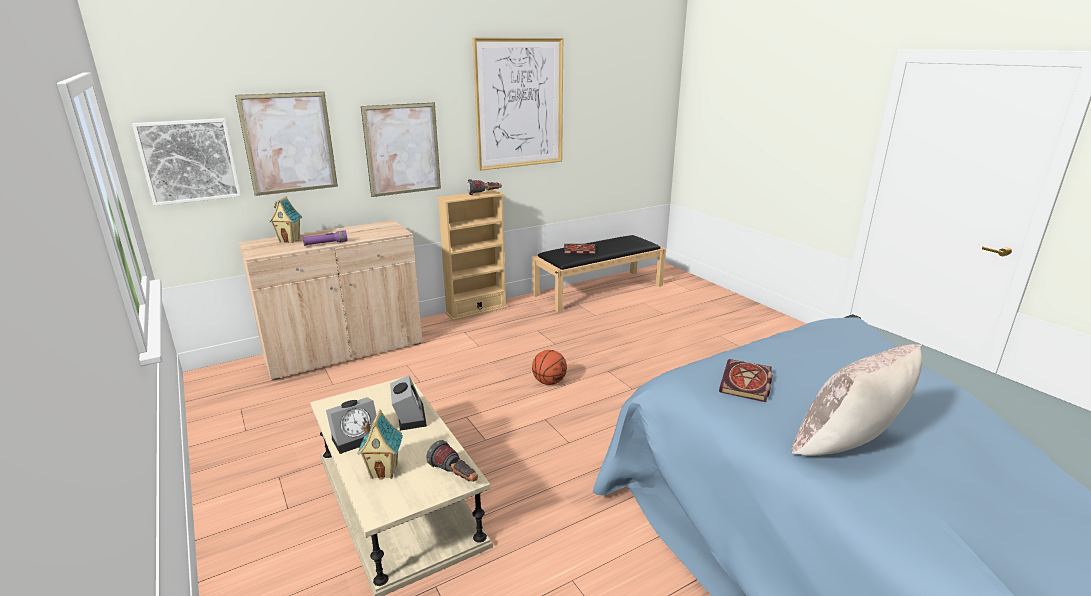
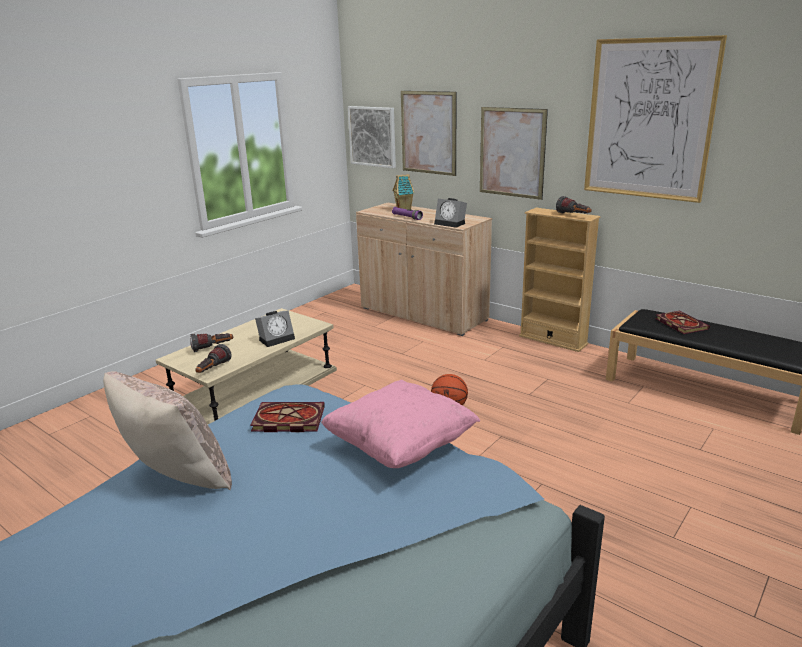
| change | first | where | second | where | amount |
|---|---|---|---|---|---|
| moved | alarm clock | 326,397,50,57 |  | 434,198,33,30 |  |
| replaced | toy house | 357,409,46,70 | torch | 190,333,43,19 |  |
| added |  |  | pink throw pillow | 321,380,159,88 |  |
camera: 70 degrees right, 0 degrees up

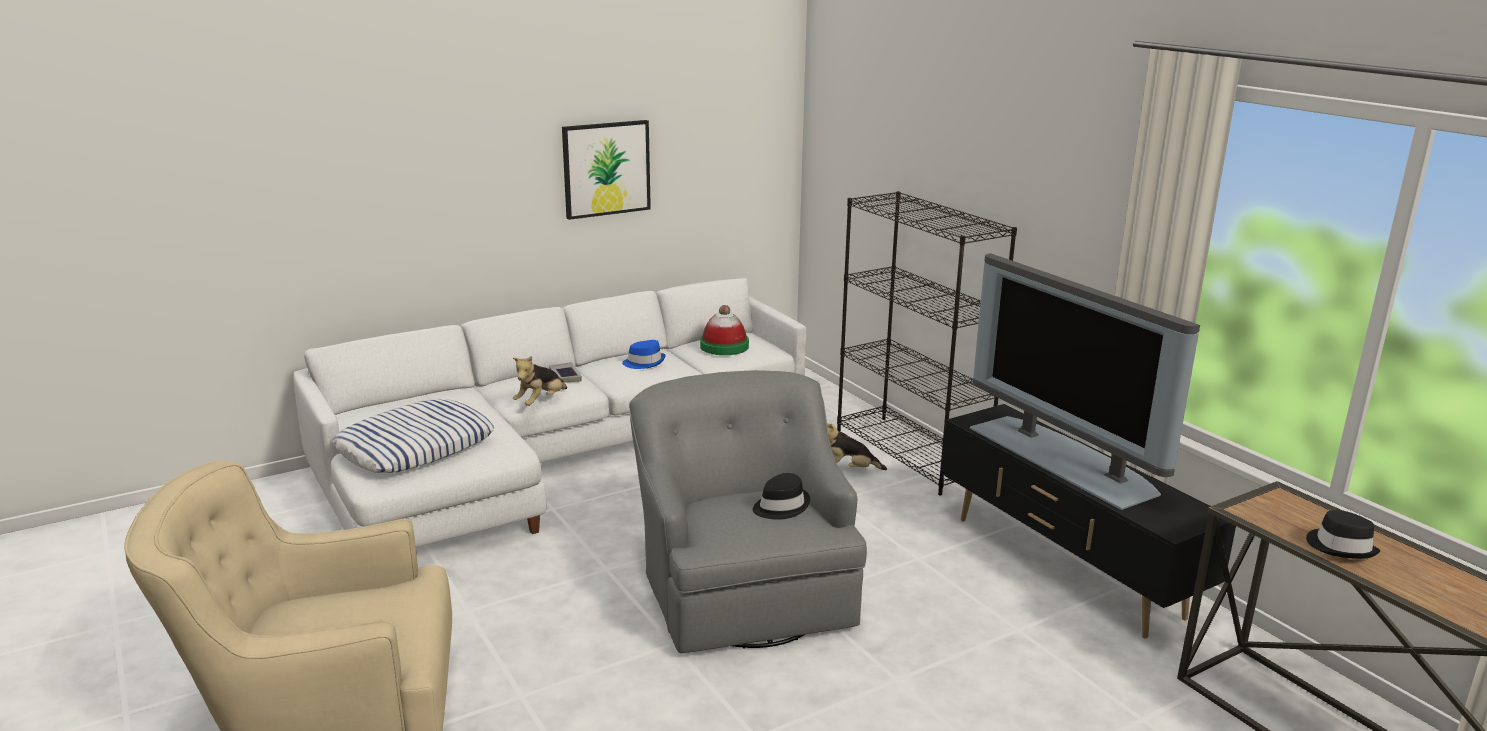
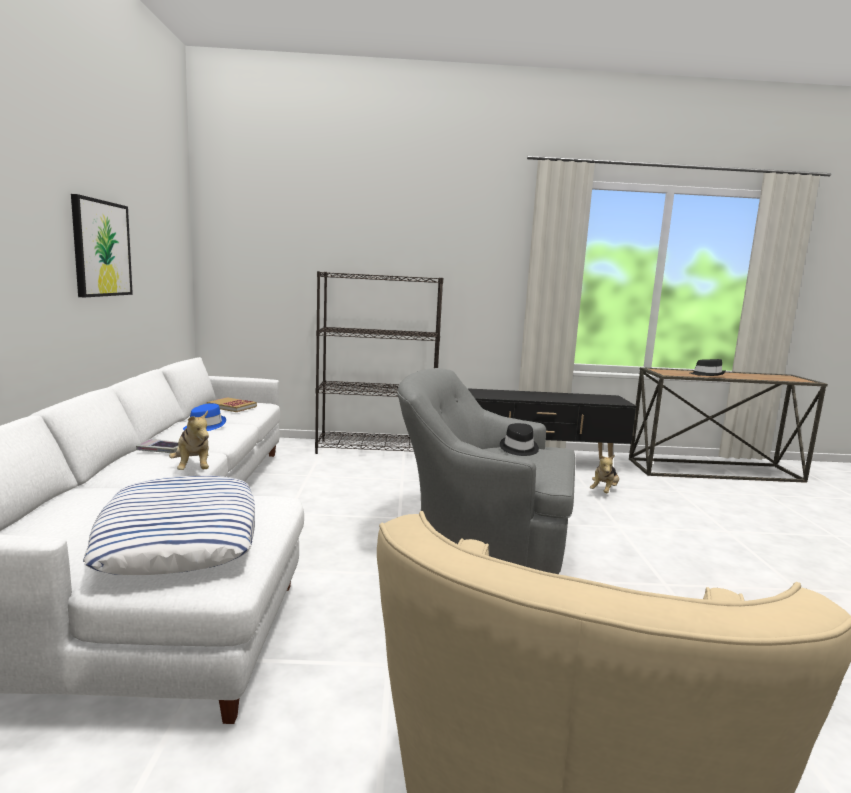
| change | first | where | second | where | amount |
|---|---|---|---|---|---|
| removed | TV set | 970,253,230,257 |  |  |  |
| replaced | wearable hat | 700,305,49,50 | book | 207,397,50,15 |  |
| moved | cuddly toy | 827,423,60,47 |  | 590,455,29,38 |  |
camera: 60 degrees left, 10 degrees down

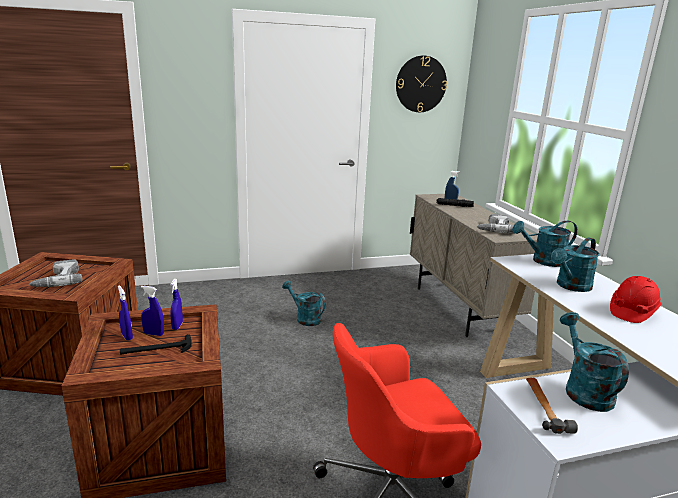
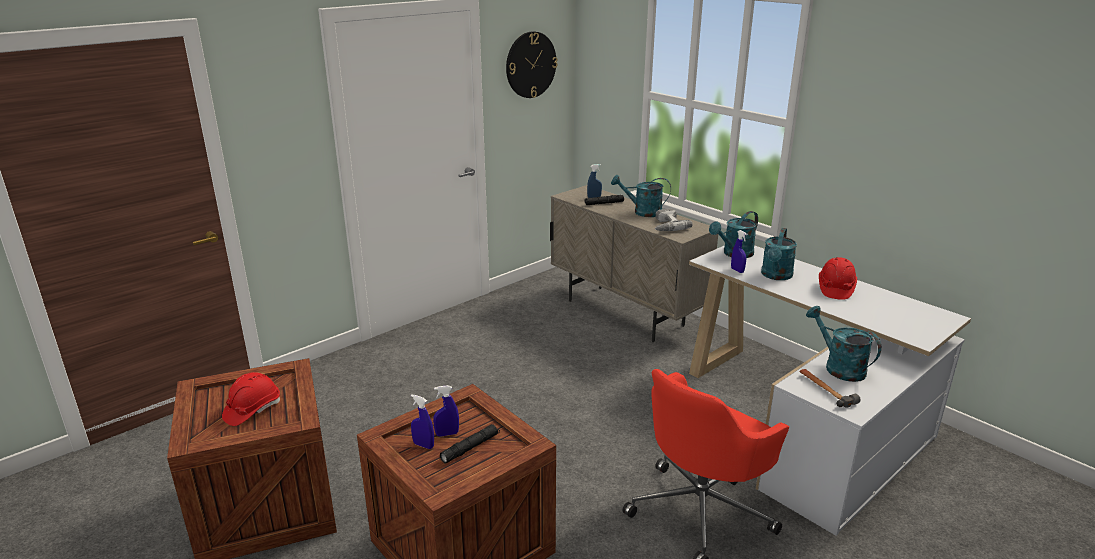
| change | first | where | second | where | amount |
|---|---|---|---|---|---|
| replaced | power drill | 29,259,53,28 | red hard hat | 222,372,58,54 |  |
| moved | bluish spray bottle | 170,279,13,51 |  | 731,230,17,43 |  |
| moved | turquoise-coloured watering pot | 282,281,44,45 |  | 611,175,60,42 |  |
| replaced | hammer | 120,334,72,20 | black torch | 440,424,60,39 |  |
camera: 25 degrees left, 5 degrees up

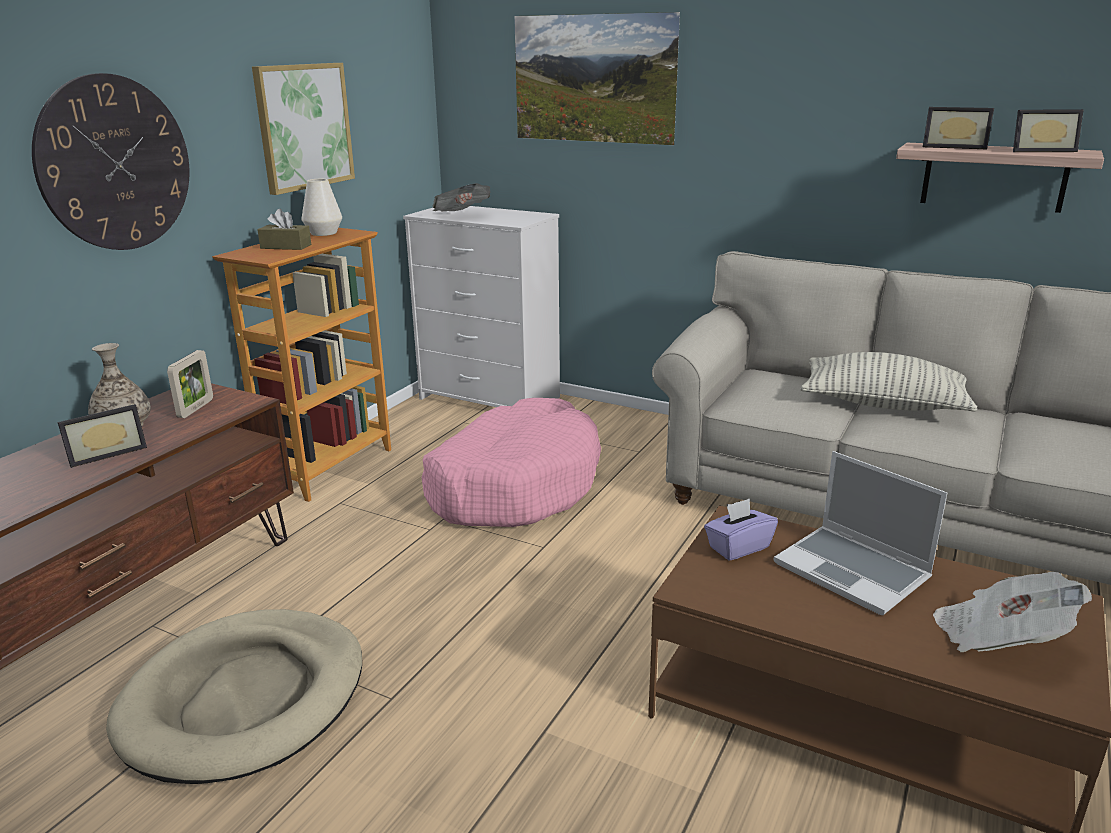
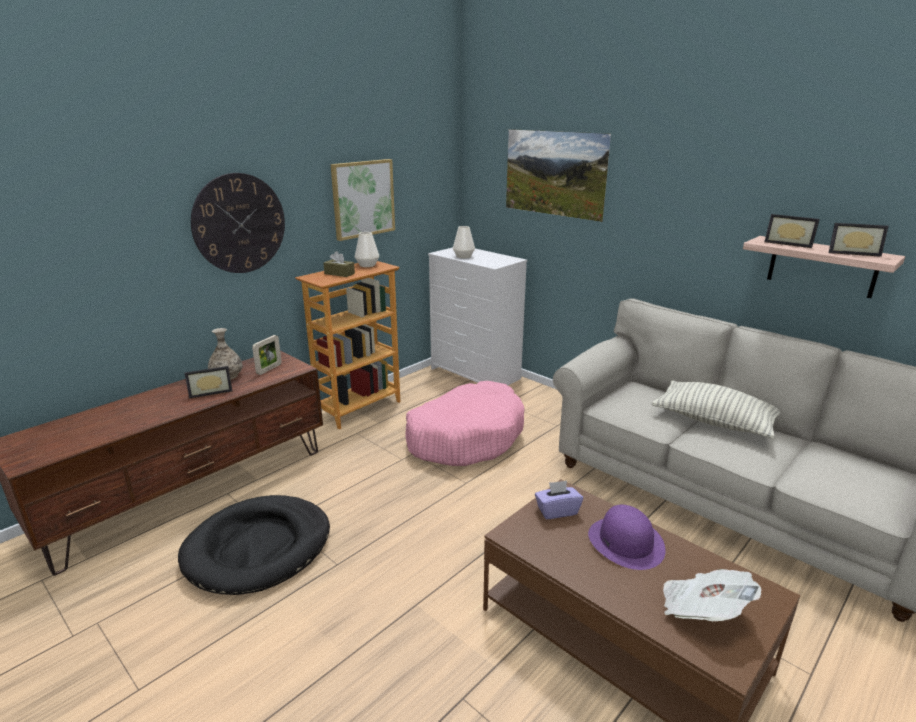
| change | first | where | second | where | amount |
|---|---|---|---|---|---|
| replaced | daily paper | 432,184,58,28 | white decorative vase | 453,226,22,32 |  |
| replaced | laptop | 774,451,173,164 | purple-coloured wearable hat | 588,505,78,65 |  |
| recoloured | beige pet bed | 106,609,256,175 | black pet bed | 178,495,152,100 |  |
camera: 15 degrees right, 0 degrees up

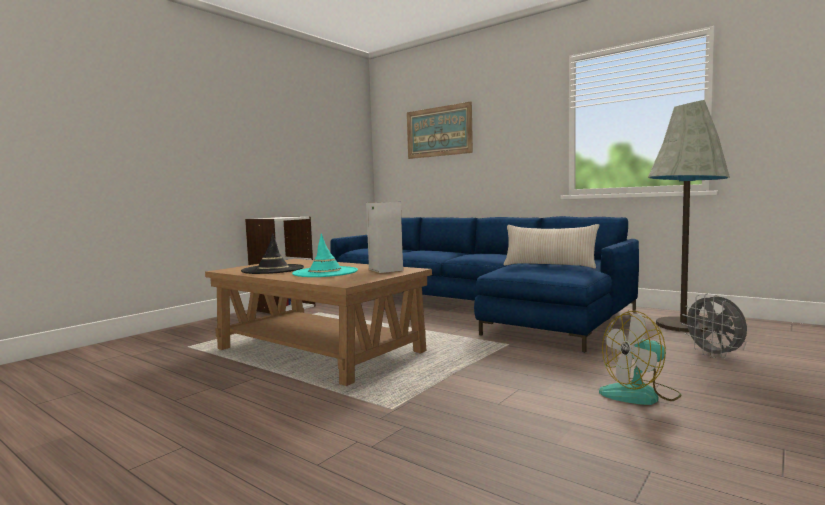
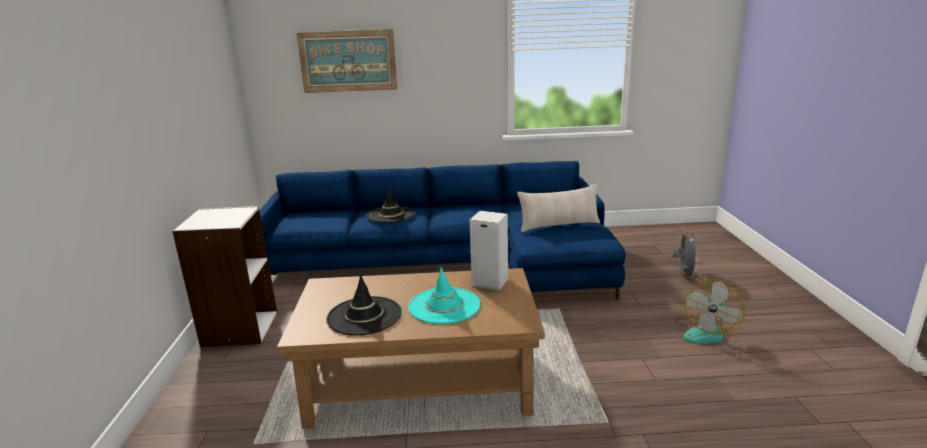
| change | first | where | second | where | amount |
|---|---|---|---|---|---|
| removed | gray standard lamp | 648,100,82,232 |  |  |  |
| turned | gray electric fan | 682,294,65,64 |  | 673,232,26,46 | 105 degrees counterclockwise |
| added |  |  | black wearable hat | 366,188,49,35 |  |
camera: 40 degrees left, 15 degrees up

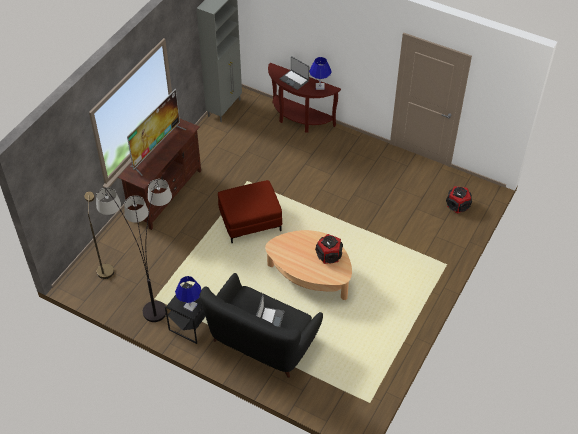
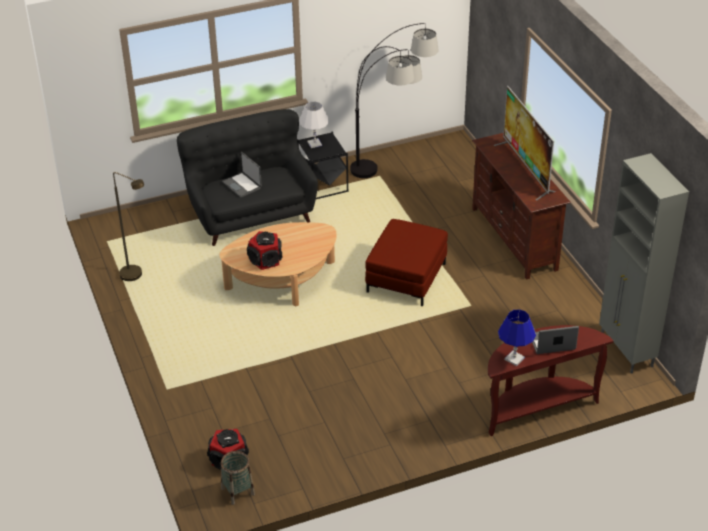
| change | first | where | second | where | amount |
|---|---|---|---|---|---|
| moved | brownish standard lamp | 84,192,30,87 |  | 113,172,31,109 |  |
| recoloured | bluish tabletop lamp | 175,276,26,36 | white tabletop lamp | 299,102,30,46 |  |
| added |  |  | storage basket | 221,451,34,54 |  |
camera: 130 degrees right, 10 degrees down

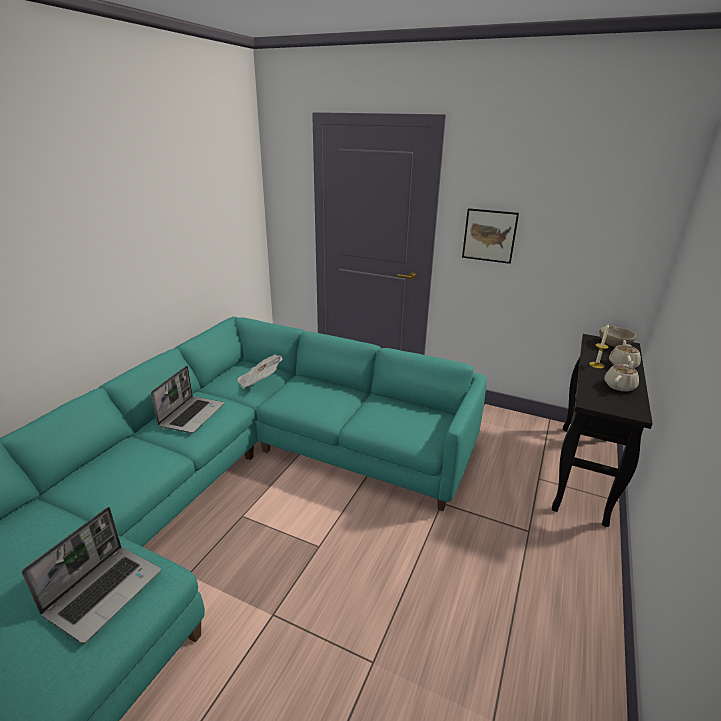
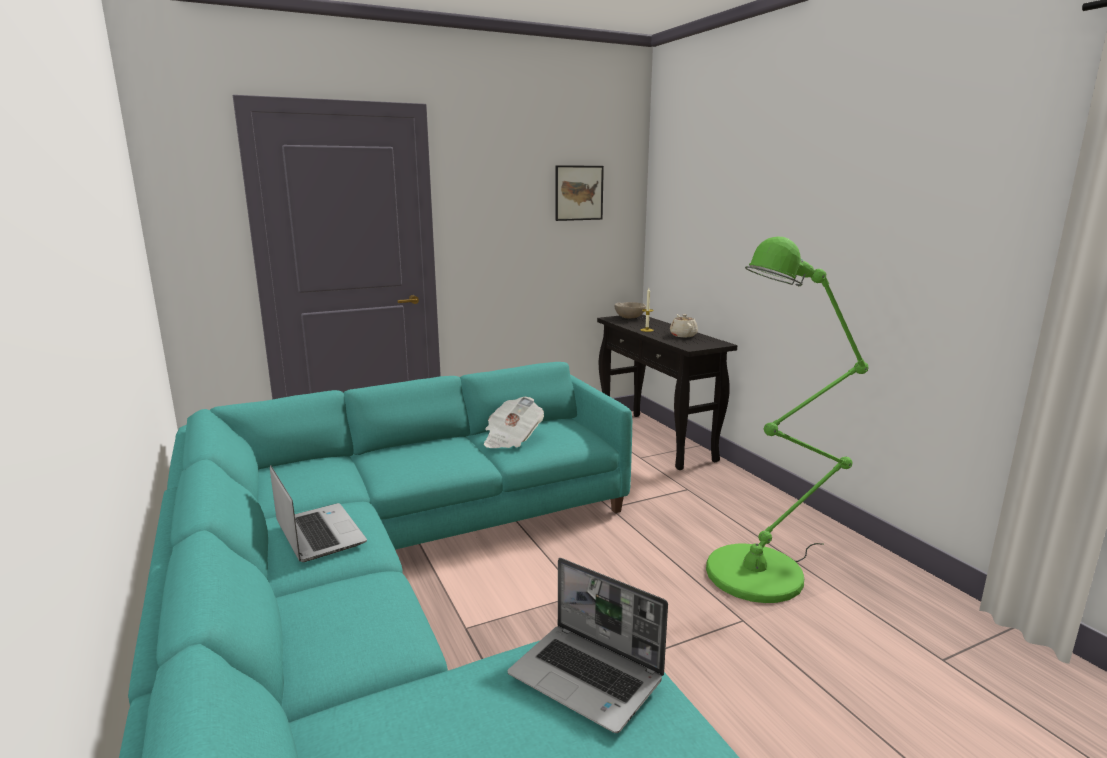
| change | first | where | second | where | amount |
|---|---|---|---|---|---|
| moved | wall picture | 462,208,57,56 |  | 555,165,49,56 |  |
| removed | beige teapot | 609,340,32,28 |  |  |  |
| moved | daily paper | 237,354,45,35 |  | 484,397,60,51 |  |
| turned | laptop | 22,507,139,136 |  | 507,558,161,175 | 150 degrees clockwise |
| added |  |  | greenish standard lamp | 706,237,163,366 |  |
camera: 50 degrees left, 10 degrees down

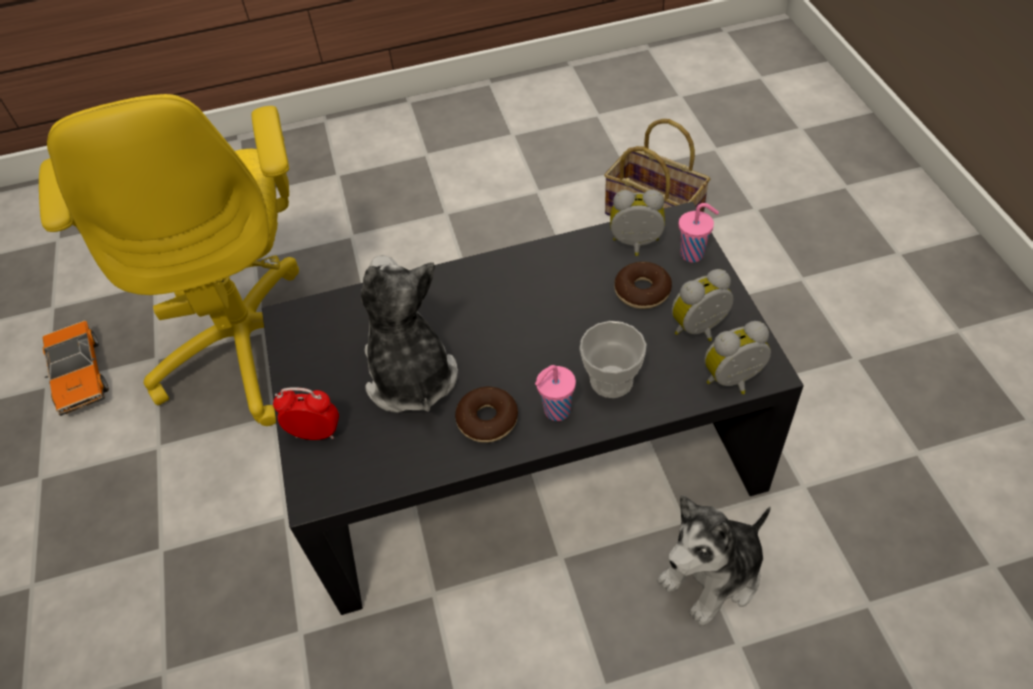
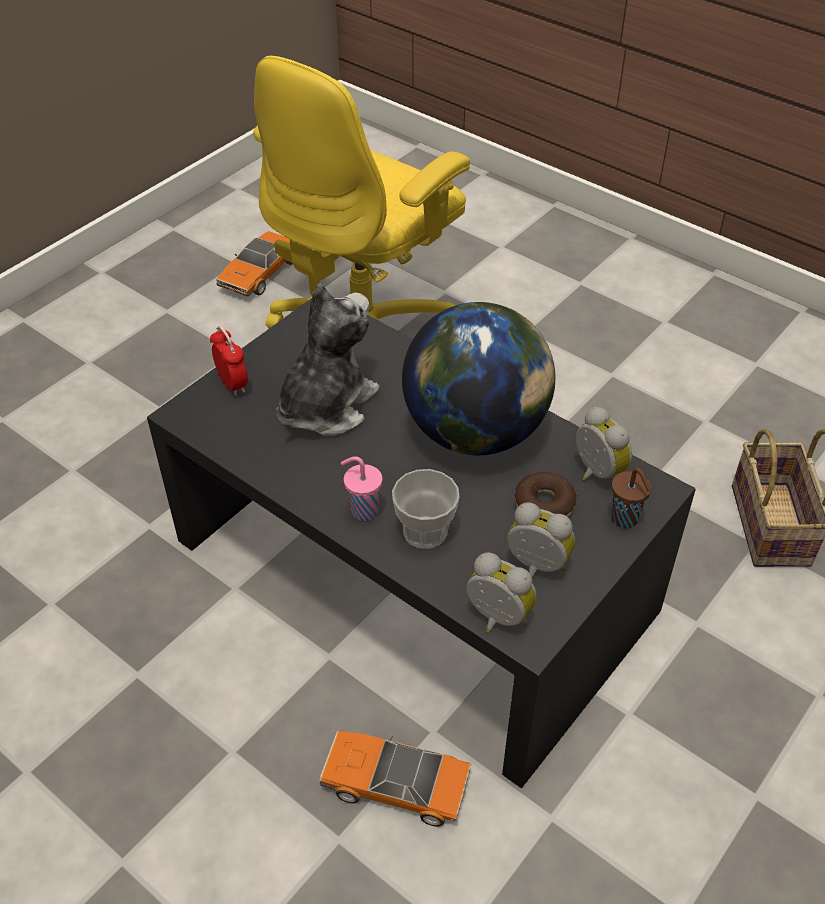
| change | first | where | second | where | amount |
|---|---|---|---|---|---|
| recoloured | pink cup | 679,203,40,59 | brownish cup | 611,468,40,60 |  |
| removed | doughnut | 455,387,63,56 |  |  |  |
| replaced | cuddly toy | 658,495,113,131 | toy car | 320,730,151,97 |  |
| added |  |  | globe | 402,302,153,153 |  |
camera: 50 degrees right, 5 degrees down

